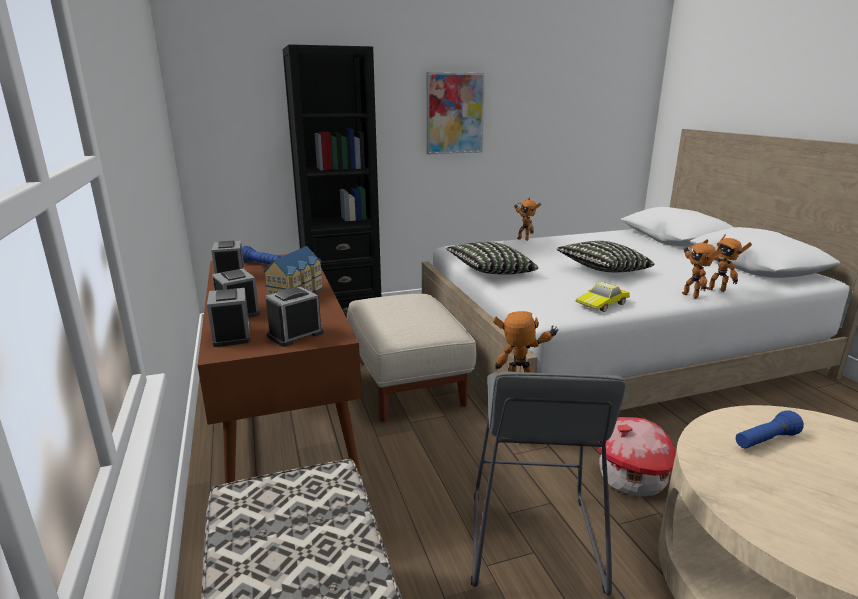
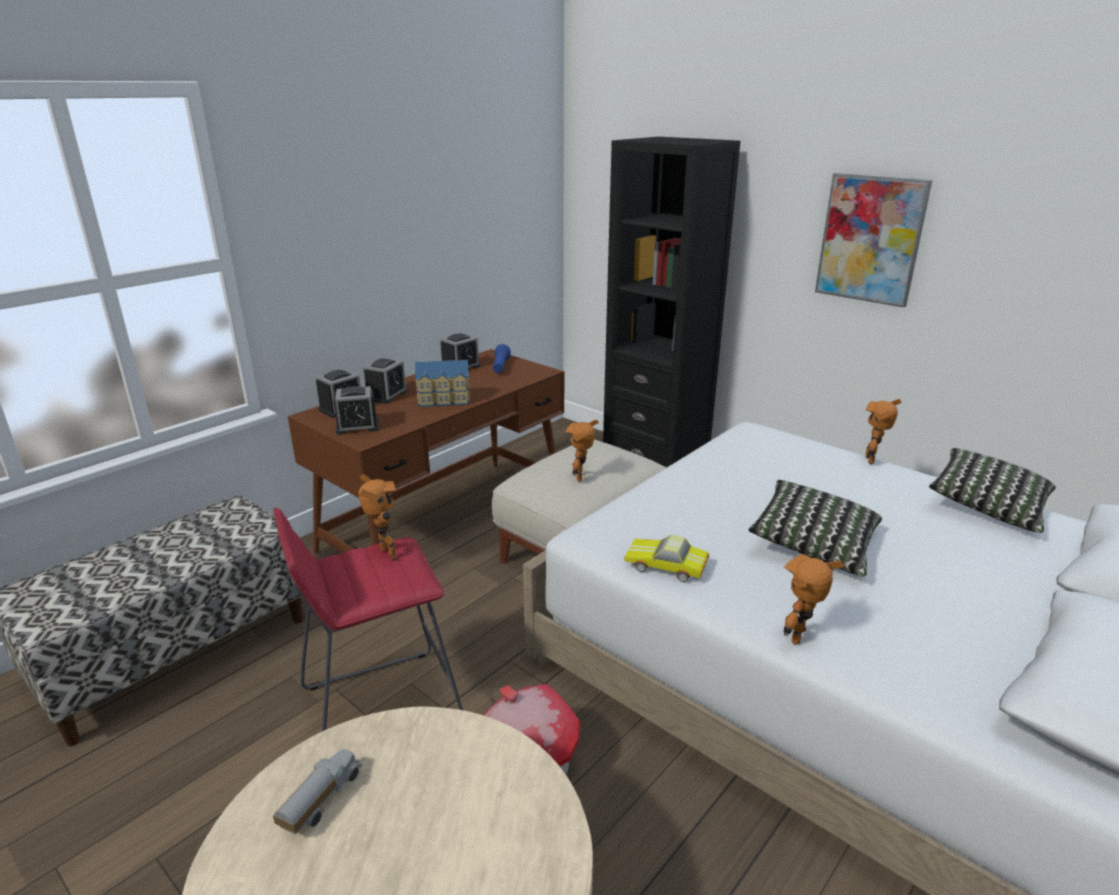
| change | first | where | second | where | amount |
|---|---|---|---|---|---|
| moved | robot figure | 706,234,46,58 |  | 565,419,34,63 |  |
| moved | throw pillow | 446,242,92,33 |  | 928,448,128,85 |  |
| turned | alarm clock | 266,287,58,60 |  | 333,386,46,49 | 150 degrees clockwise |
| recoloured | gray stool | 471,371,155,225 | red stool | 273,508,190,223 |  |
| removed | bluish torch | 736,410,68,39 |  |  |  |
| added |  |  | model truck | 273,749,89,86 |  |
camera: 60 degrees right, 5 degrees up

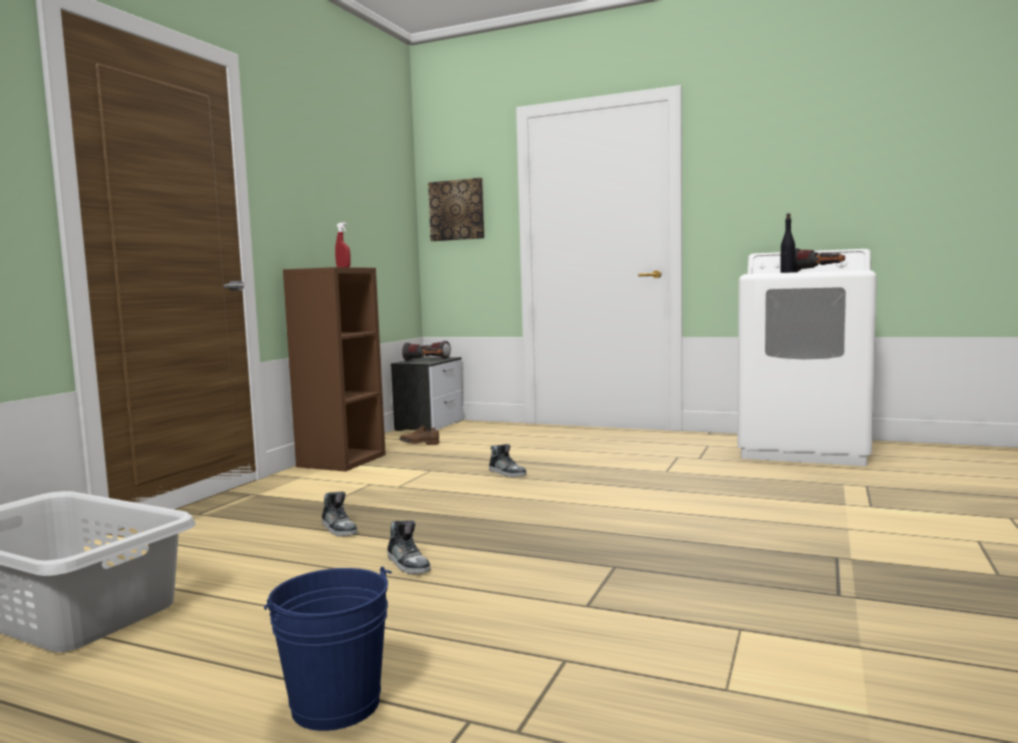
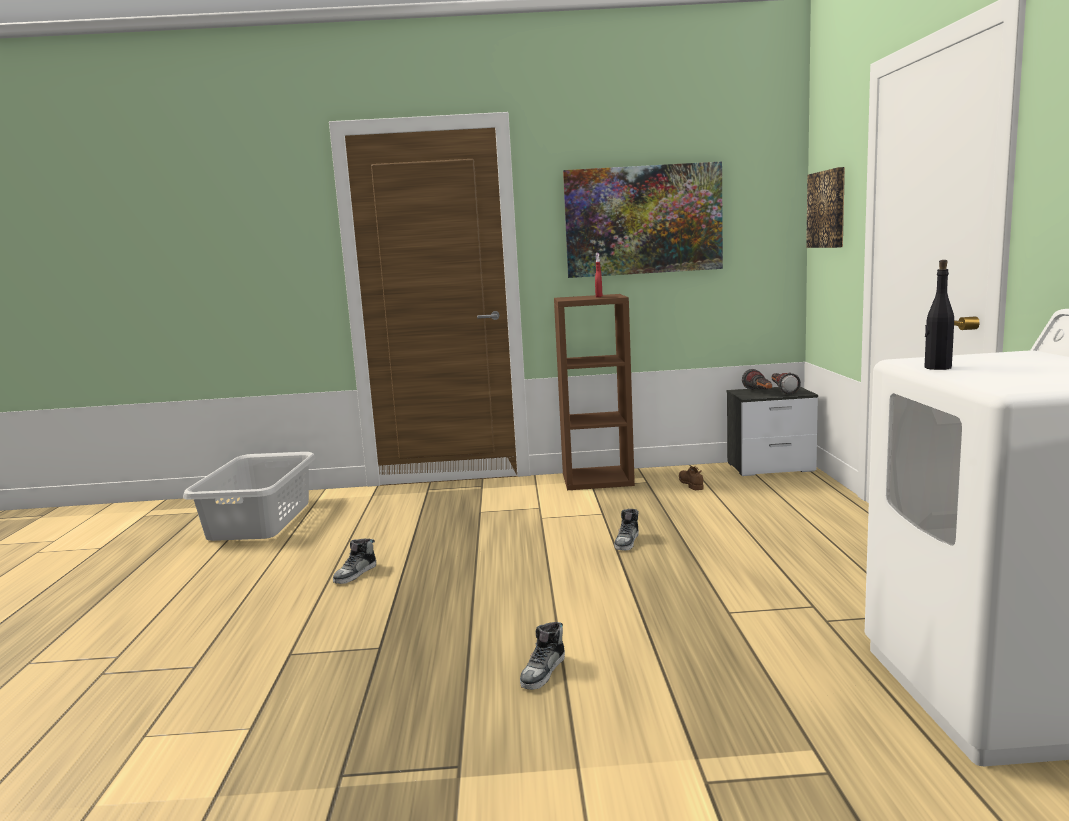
| change | first | where | second | where | amount |
|---|---|---|---|---|---|
| removed | torch | 795,248,50,24 |  |  |  |
| moved | low shoe | 322,491,35,45 |  | 520,622,45,68 |  |
| removed | bluish pail | 264,566,128,165 |  |  |  |
| added |  |  | wall picture | 563,161,160,117 |  |
camera: 65 degrees right, 5 degrees up

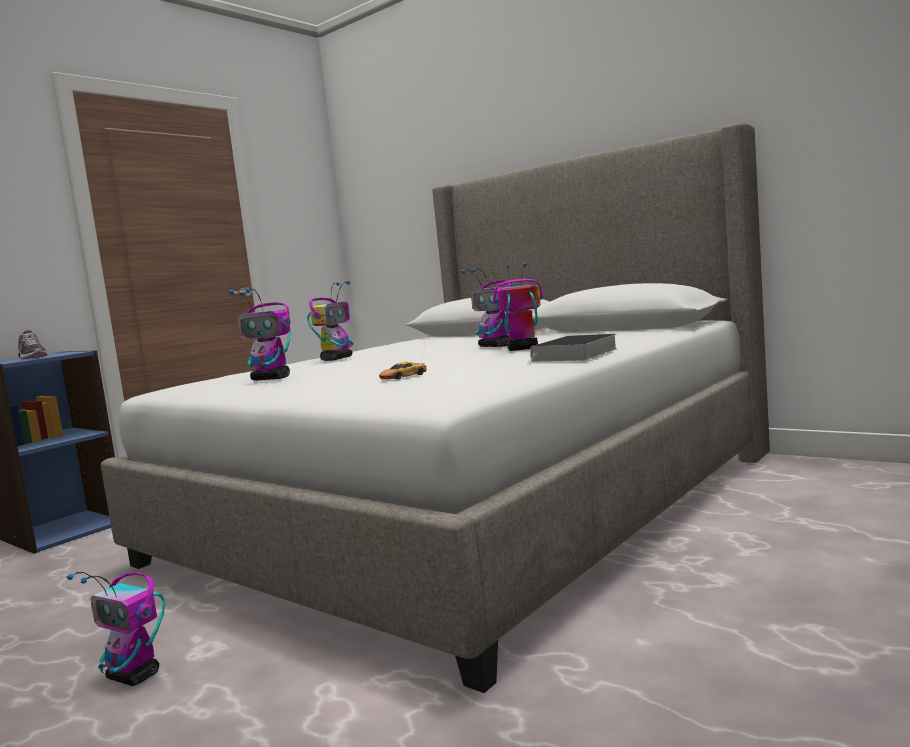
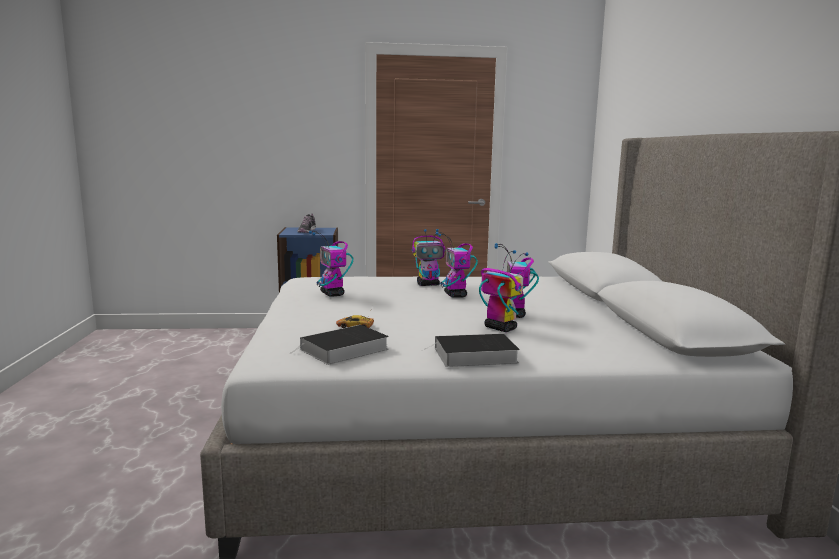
| change | first | where | second | where | amount |
|---|---|---|---|---|---|
| moved | robot figure | 67,572,98,114 |  | 436,232,42,66 |  |
| added |  |  | book | 289,325,100,40 |  |
camera: 45 degrees right, 5 degrees up

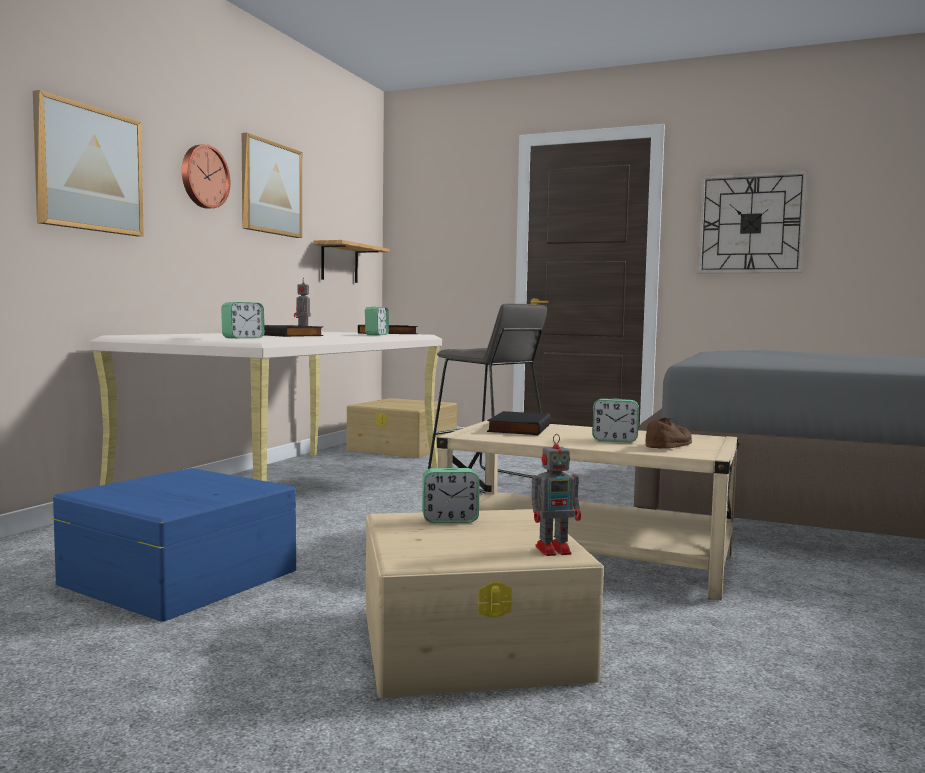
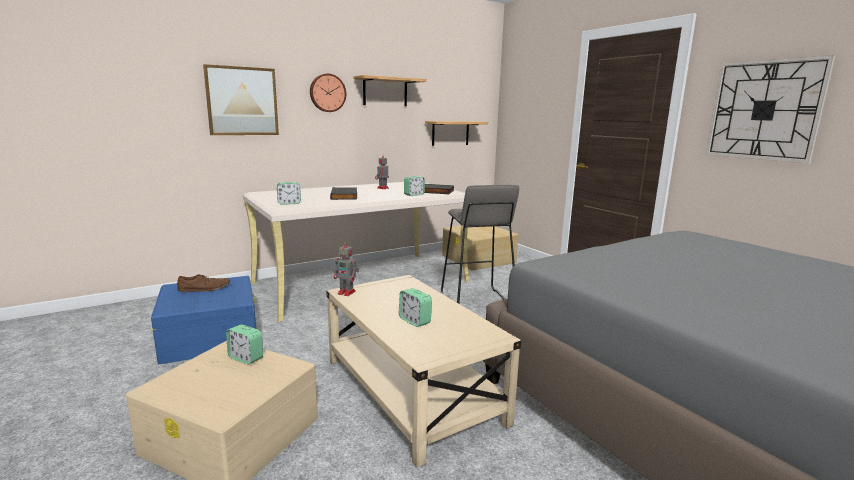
| change | first | where | second | where | amount |
|---|---|---|---|---|---|
| replaced | wall picture | 242,133,60,105 | bracket shelf | 354,75,73,31 |  |
| removed | black book | 487,411,64,24 |  |  |  |
| moved | brownish low shoe | 646,417,46,32 |  | 177,274,53,18 |  |
| moved | robot figure | 532,434,49,122 |  | 334,241,25,55 |  |
camera: 35 degrees right, 10 degrees up

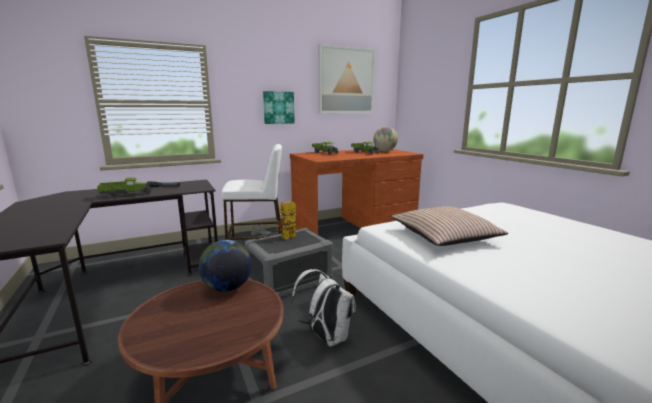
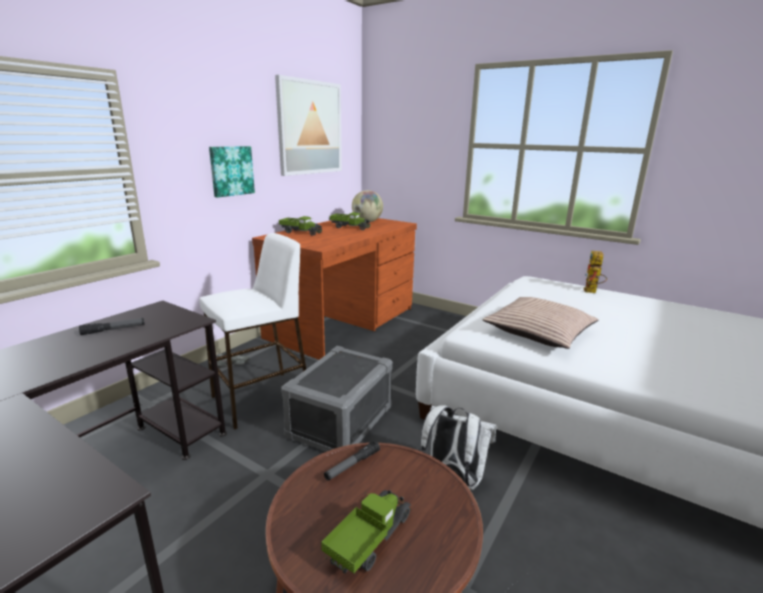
| change | first | where | second | where | amount |
|---|---|---|---|---|---|
| moved | model truck | 97,178,54,21 |  | 321,490,90,84 |  |
| moved | robot figure | 276,201,21,38 |  | 584,251,23,42 |  |
| replaced | globe | 199,240,53,52 | torch | 324,440,56,41 |  |
camera: 30 degrees left, 5 degrees up

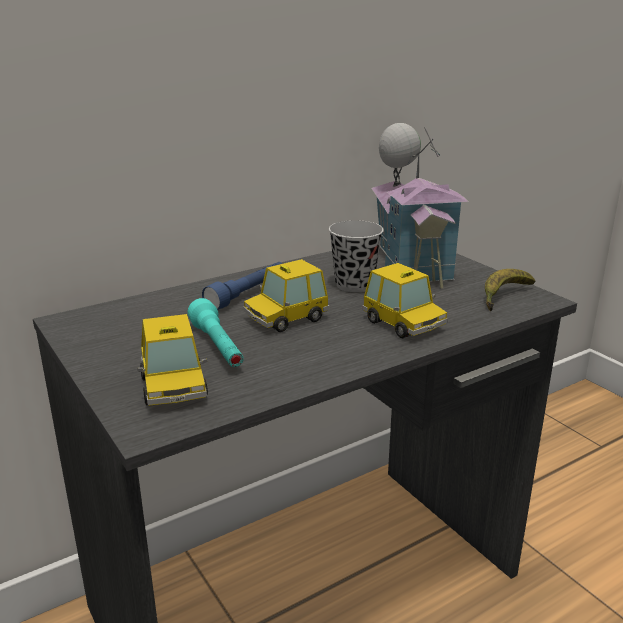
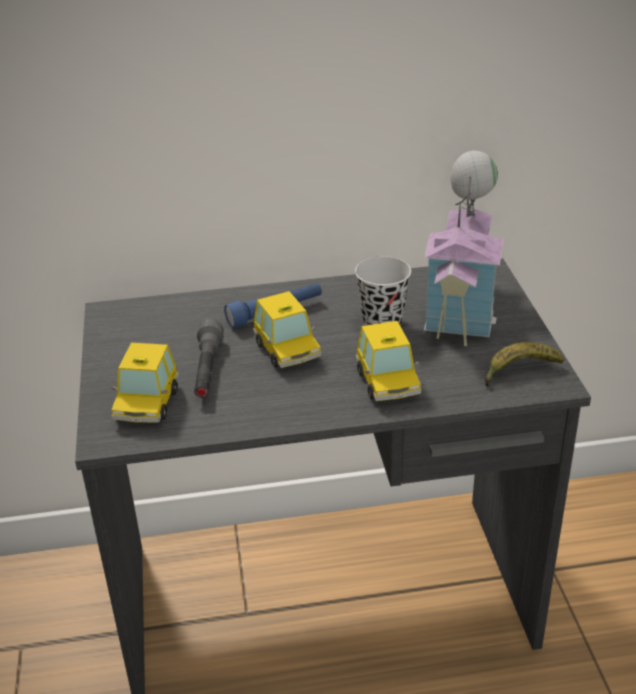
| change | first | where | second | where | amount |
|---|---|---|---|---|---|
| turned | toy car | 243,259,86,73 |  | 253,291,69,77 | 105 degrees counterclockwise |
| recoloured | turquoise-coloured torch | 188,298,56,69 | gray torch | 194,319,30,79 |  |
camera: 25 degrees right, 10 degrees up

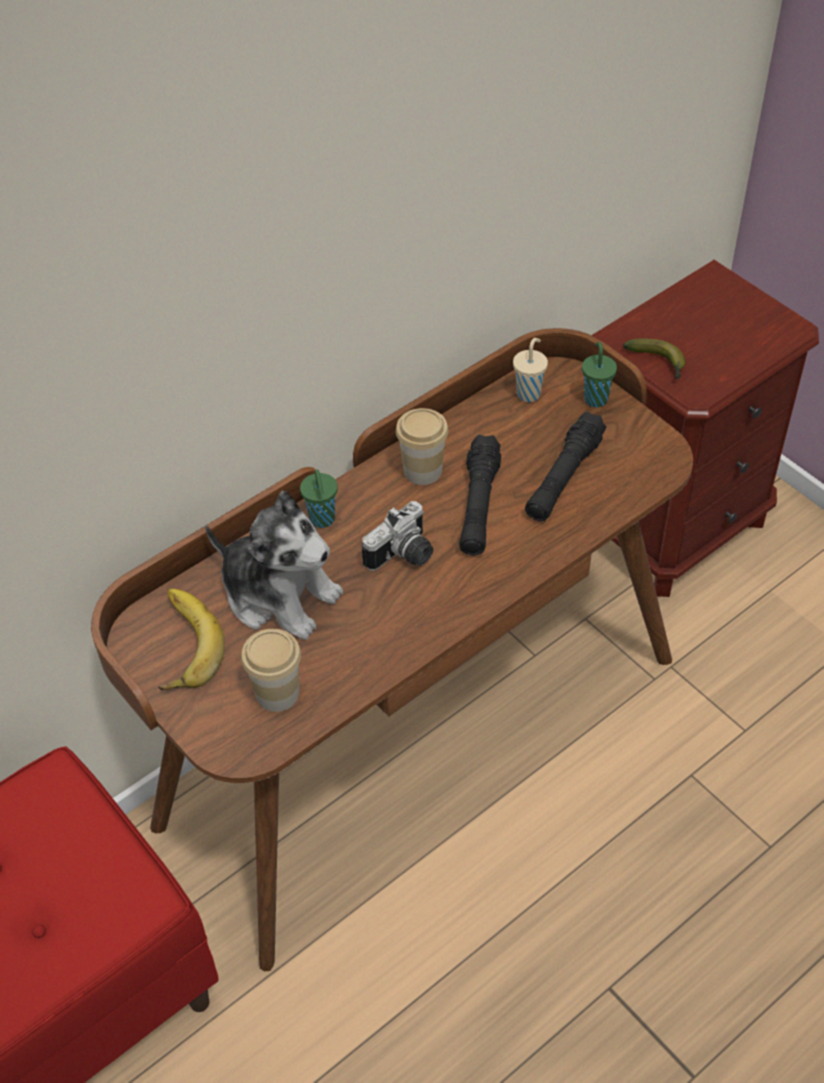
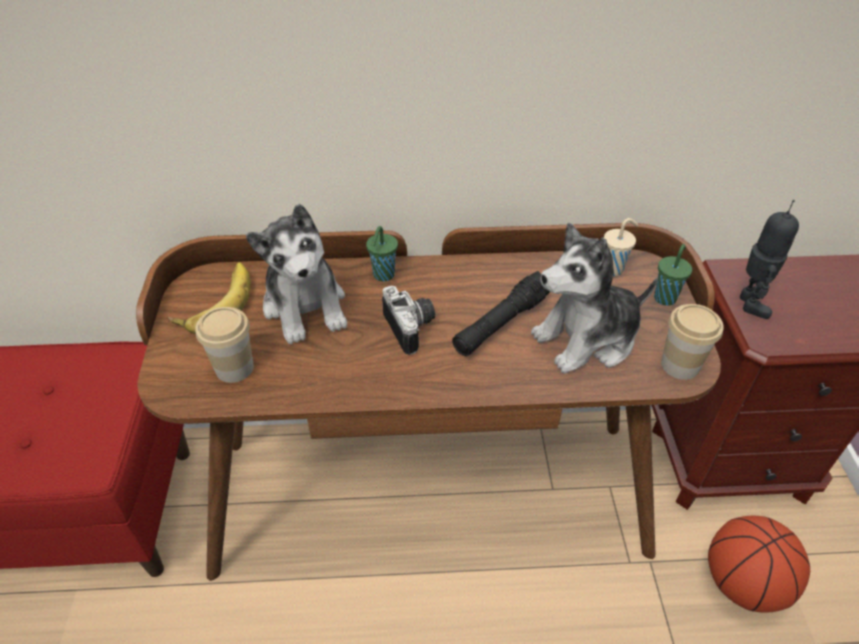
| change | first | where | second | where | amount |
|---|---|---|---|---|---|
| replaced | banana | 623,339,63,41 | robot figure | 740,200,59,119 |  |
| moved | cup | 396,408,52,77 |  | 661,304,63,76 |  |
| replaced | black torch | 525,411,82,110 | cuddly toy | 531,223,126,151 |  |
| turned | photo camera | 362,501,71,70 |  | 382,286,53,69 | 105 degrees counterclockwise |
| added |  |  | ball for basketball | 708,516,102,97 |  |
camera: 35 degrees right, 5 degrees down

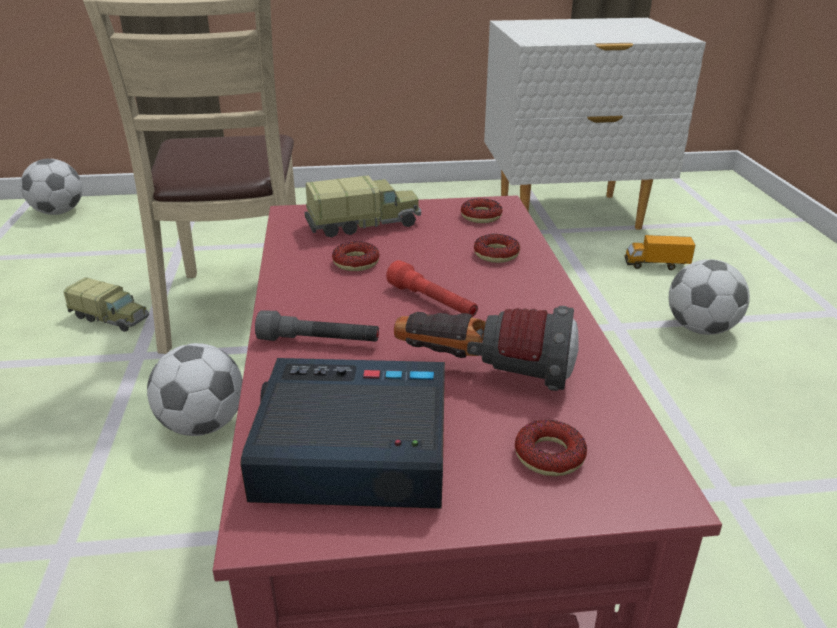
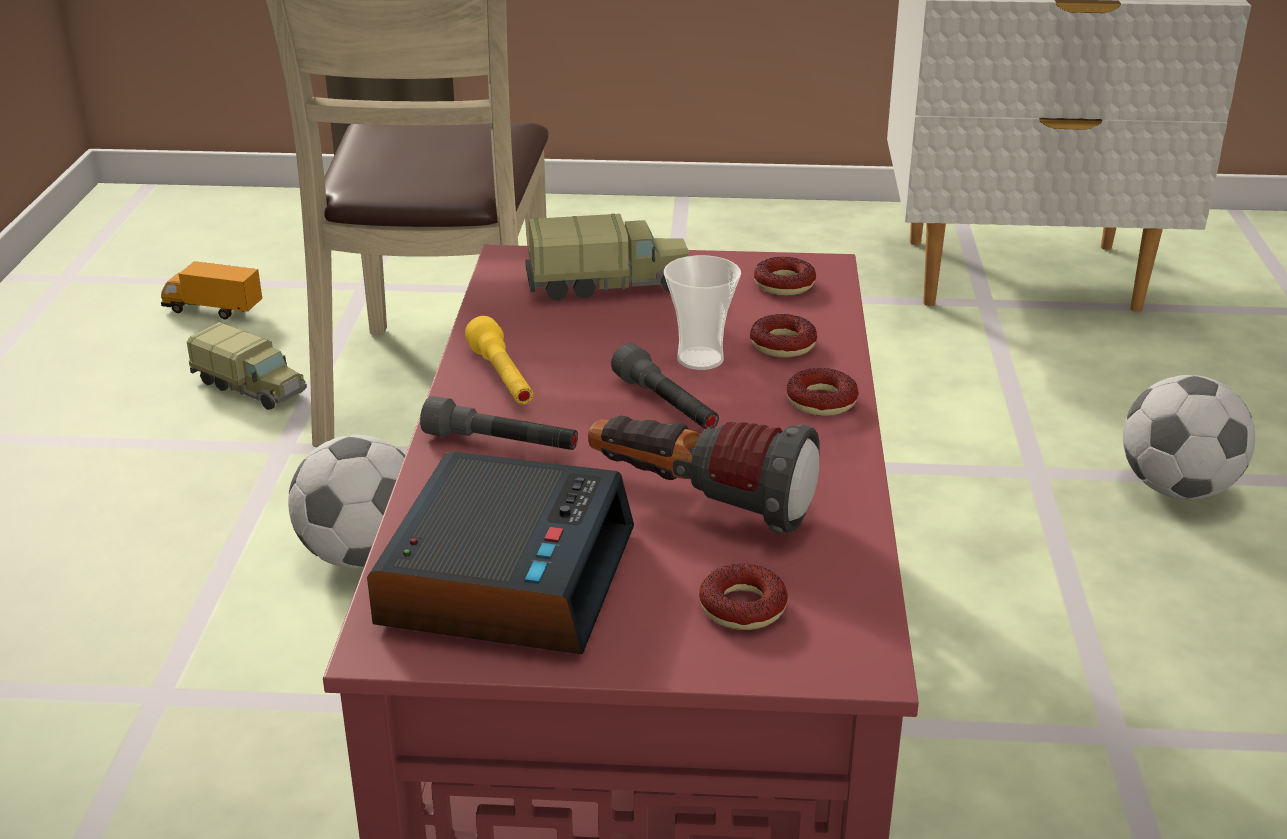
| change | first | where | second | where | amount |
|---|---|---|---|---|---|
| removed | ball for football | 20,159,62,56 |  |  |  |
| moved | model truck | 625,235,70,35 |  | 161,261,101,58 |  |
| moved | doughnut | 332,241,48,30 |  | 787,368,71,48 |  |
| recoloured | red torch | 386,260,92,57 | gray torch | 611,343,108,86 |  |
| turned | alarm clock | 240,358,205,151 |  | 367,452,267,203 | 90 degrees clockwise |
| added |  |  | cup | 664,255,77,115 |  |
| added |  |  | yellow torch | 465,316,68,89 |  |
camera: 10 degrees right, 0 degrees up

